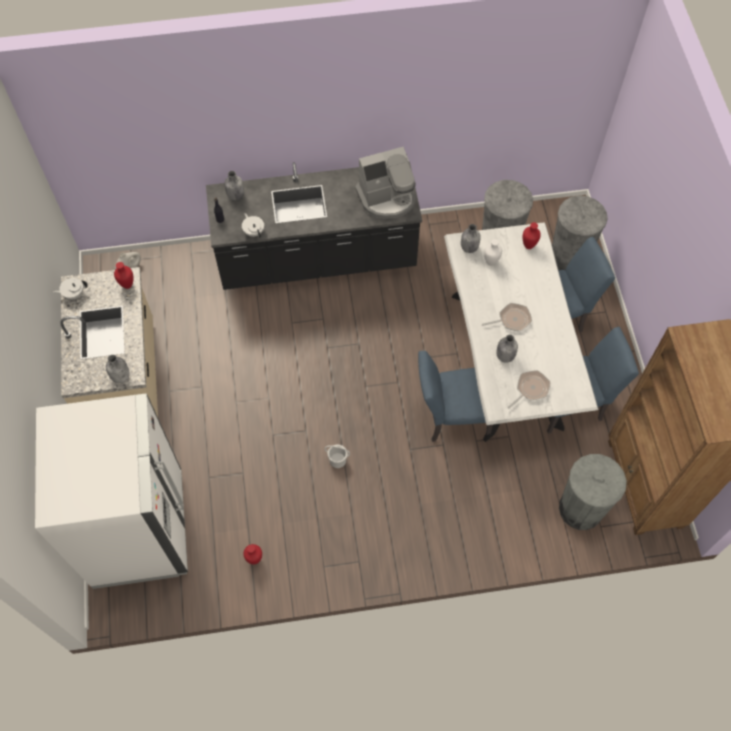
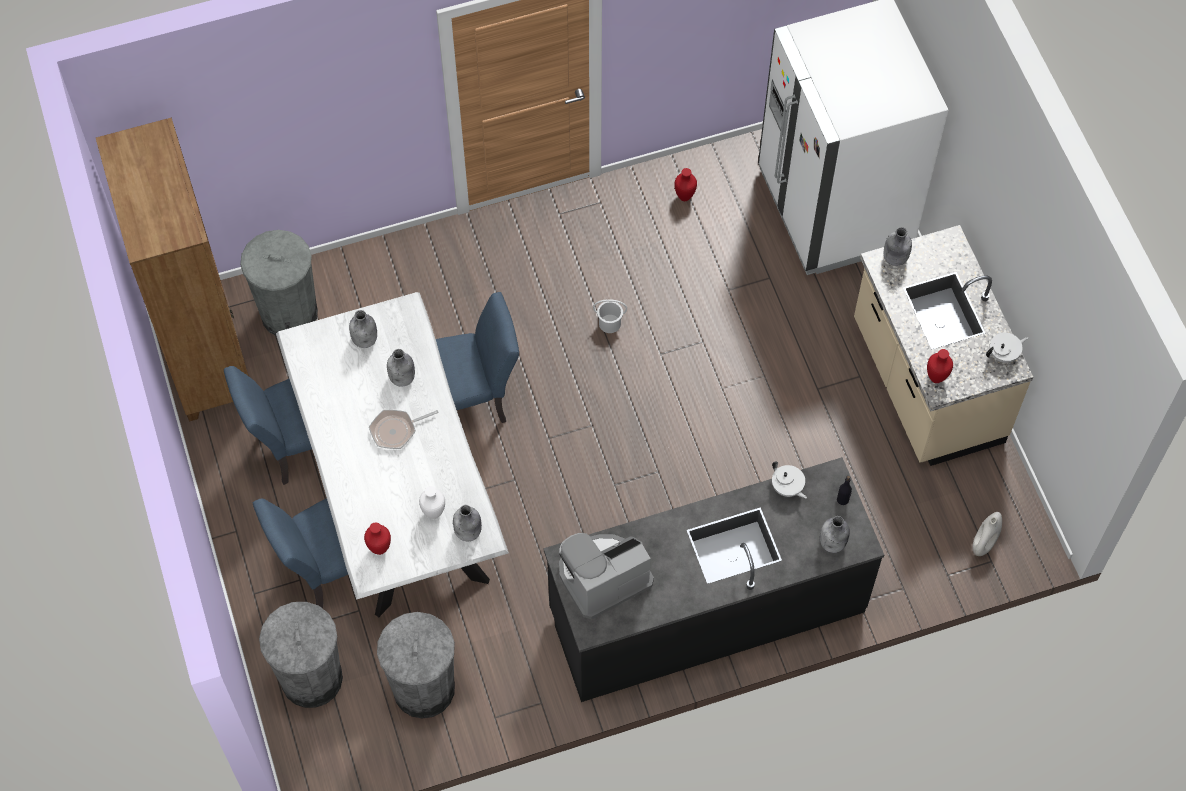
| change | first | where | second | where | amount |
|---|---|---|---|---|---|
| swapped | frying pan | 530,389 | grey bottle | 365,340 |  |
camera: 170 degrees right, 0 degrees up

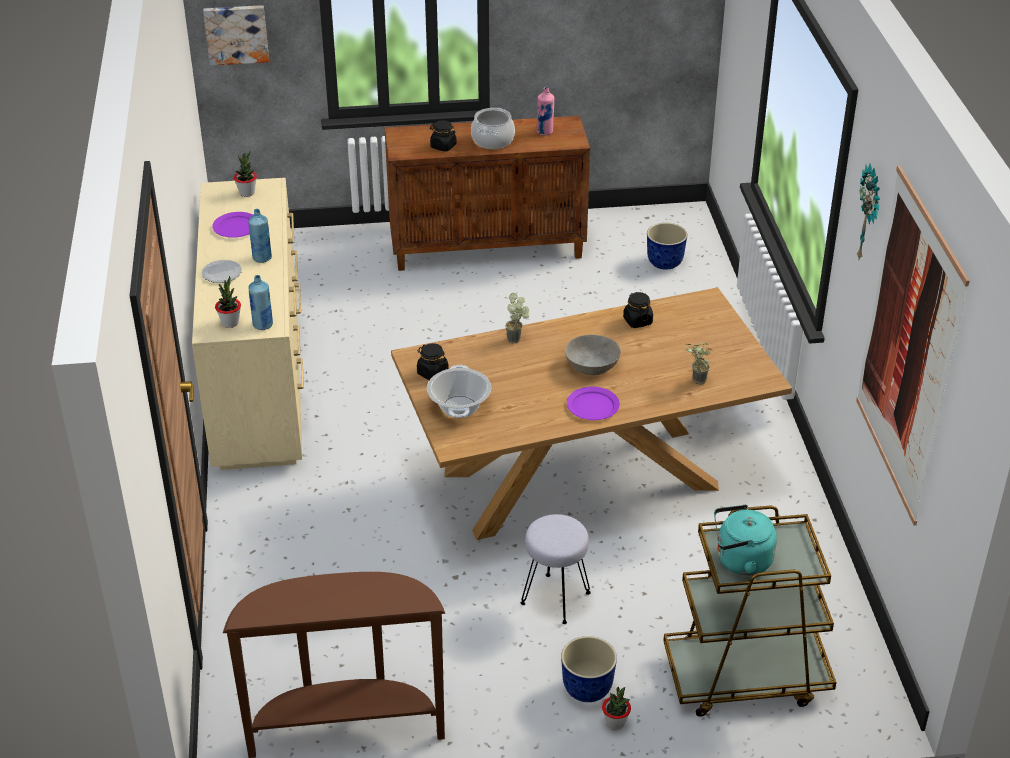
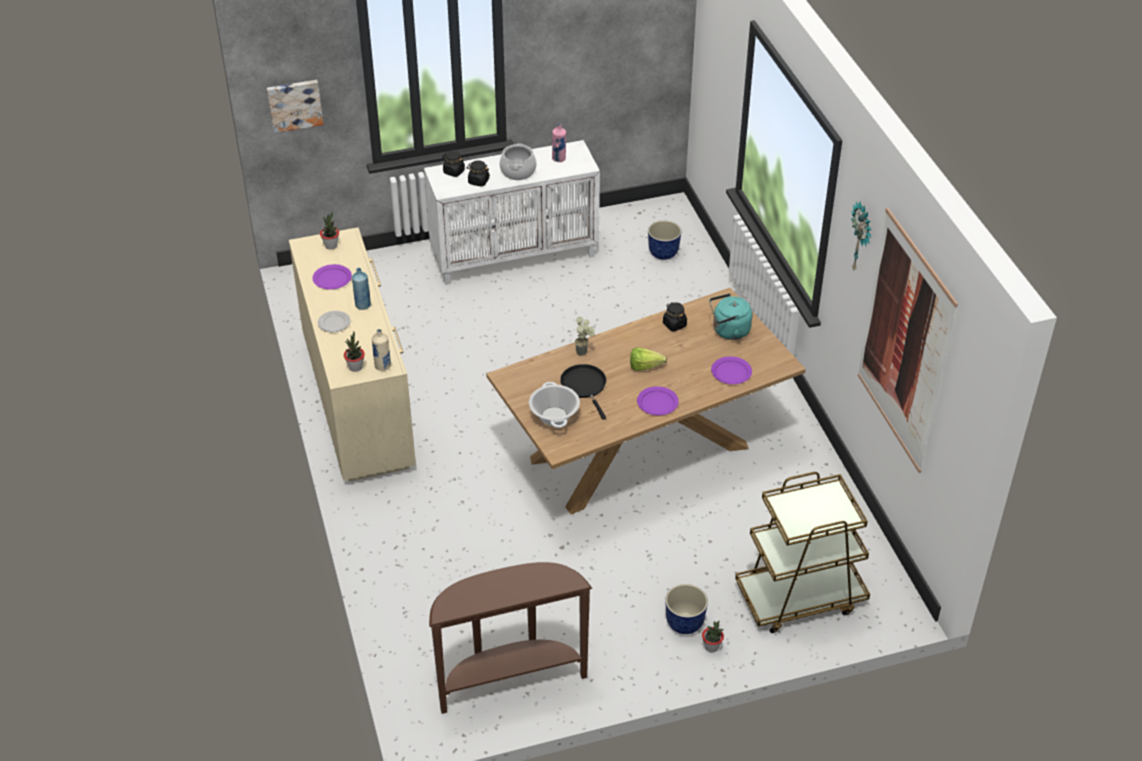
| change | first | where | second | where | amount |
|---|---|---|---|---|---|
| repainted | blue bottle | 263,325 | beige bottle | 382,366 |  |
| repainted | brown cabinet | 488,248 | white cabinet | 515,255 |  |
| shifted | black jar | 432,373 |  | 453,171 |  |
| new |  |  | black frying pan | 584,386 |  |
| swapped | grey bowl | 592,365 | lettuce | 648,367 |  |
| shifted | turquoise kettle | 740,561 |  | 729,331 |  |
| swapped | potted plant | 695,381 | purple plate | 731,372 |  |
| gone | grey stool | 555,599 |  |  |  |
camera: 10 degrees left, 5 degrees up

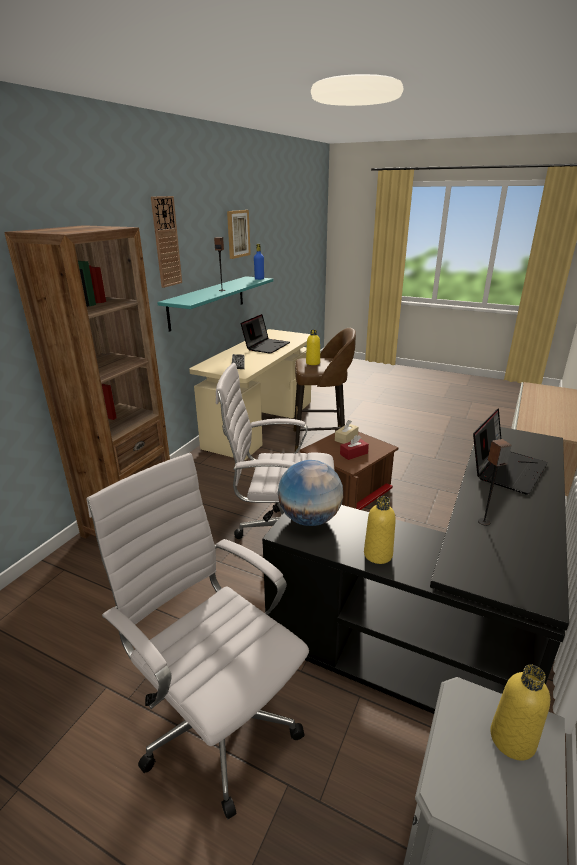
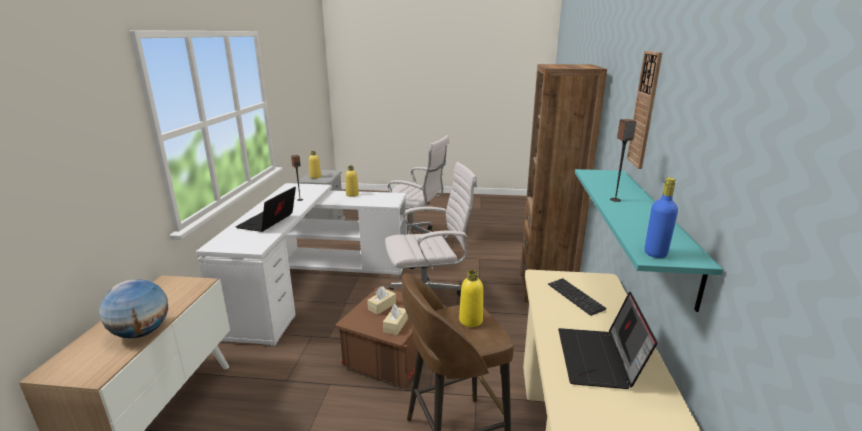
| change | first | where | second | where | amount |
|---|---|---|---|---|---|
| shifted | globe | 310,519 |  | 141,332 |  |
| repainted | black desk | 445,617 | white desk | 312,282 |  |
| repainted | red tissue box | 353,454 | beige tissue box | 382,306 |  |
| gone | picture | 237,234 |  |  |  |
camera: 160 degrees right, 5 degrees down

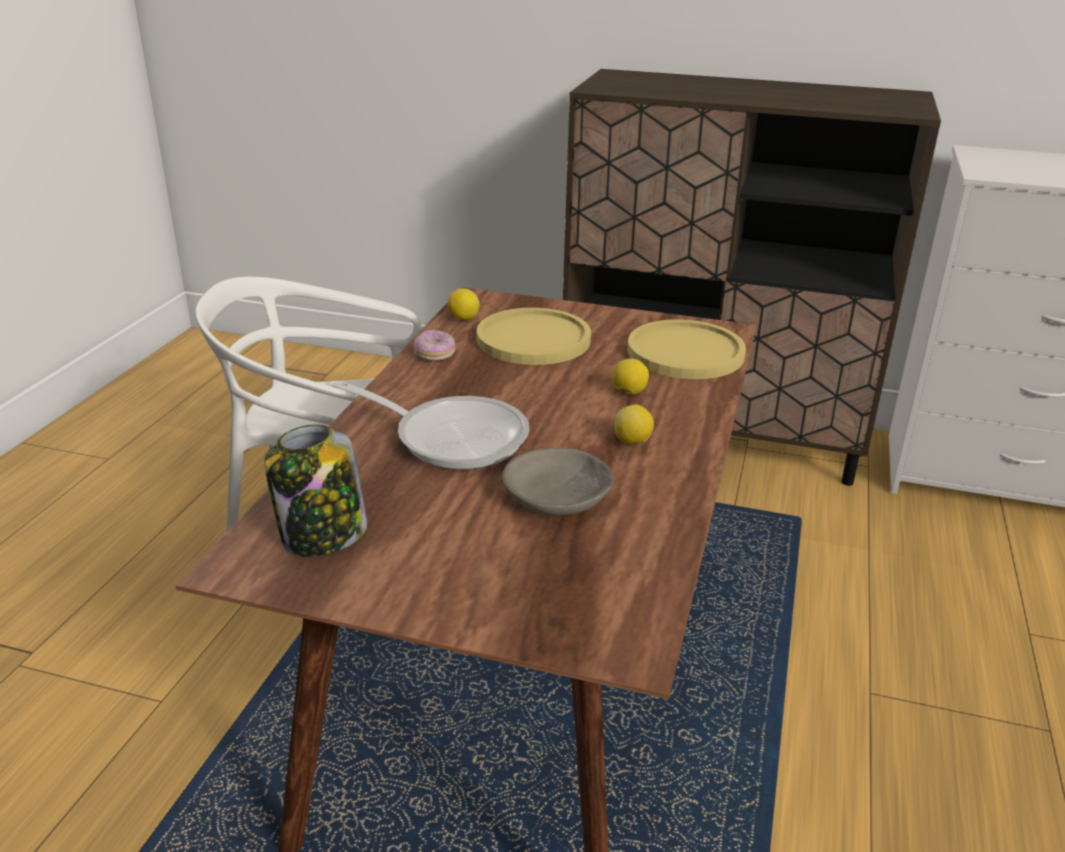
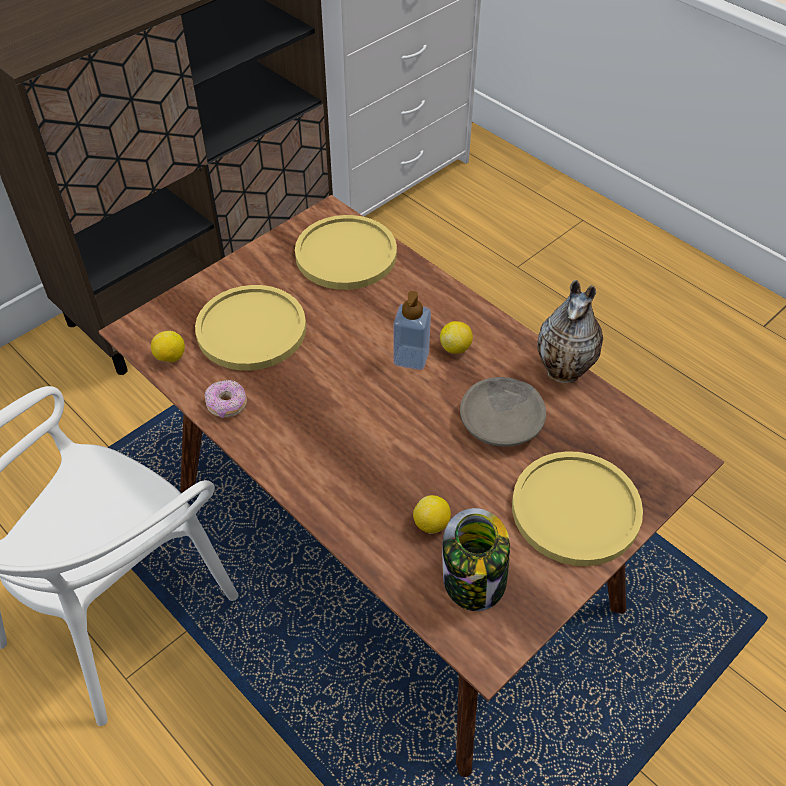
| change | first | where | second | where | amount |
|---|---|---|---|---|---|
| new |  |  | soap dispenser | 411,358 |  |
| shifted | lemon | 629,392 |  | 431,524 |  |
| new |  |  | yellow plate | 575,509 |  |
| new |  |  | vase | 565,372 |  |
| gone | frying pan | 452,437 |  |  |  |
camera: 60 degrees left, 20 degrees up

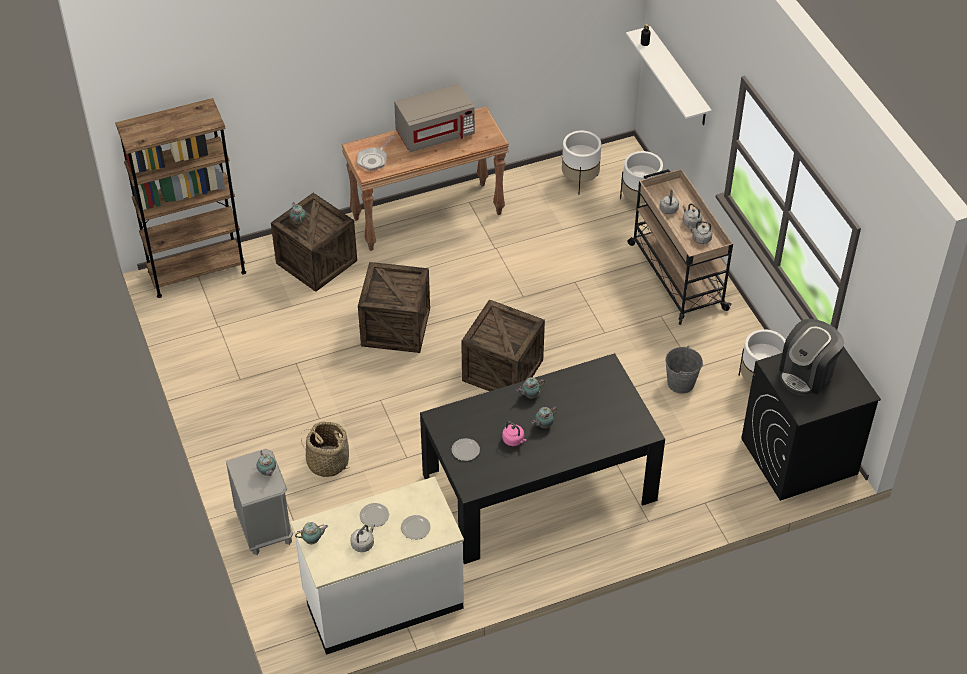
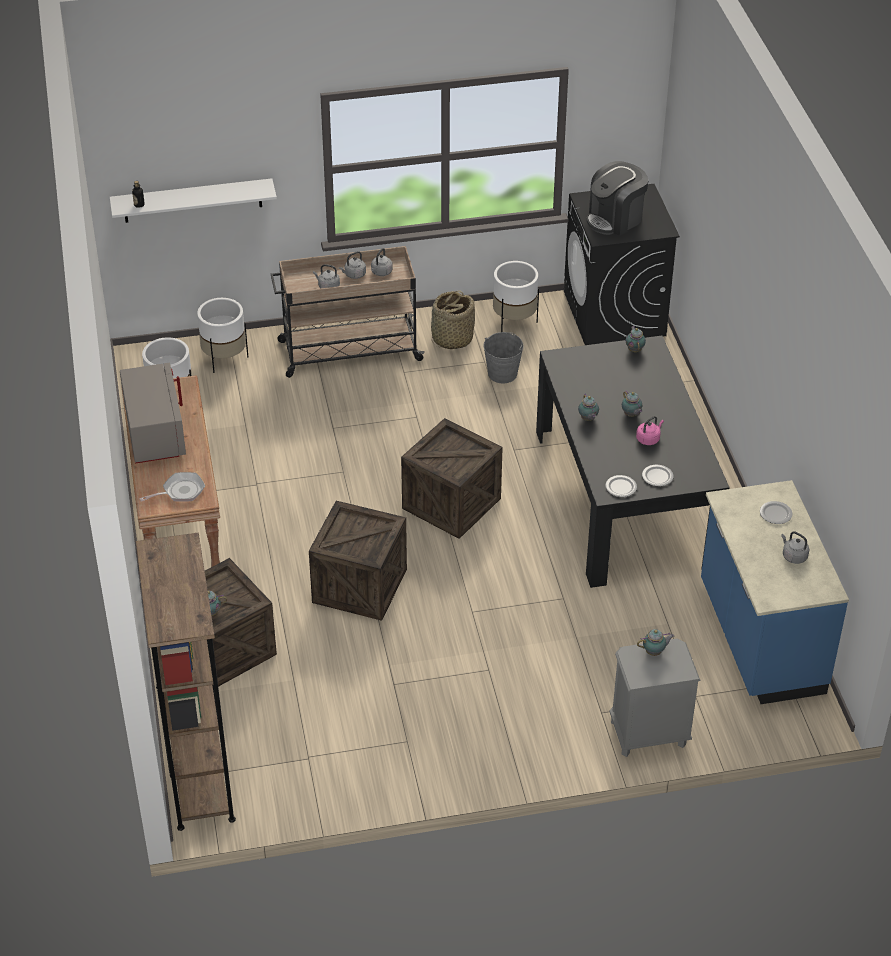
| change | first | where | second | where | amount |
|---|---|---|---|---|---|
| rotated | frying pan | 374,159 |  | 180,491 | 75 degrees counterclockwise |
| shifted | basket | 327,462 |  | 452,338 |  |
| rotated | coffee machine | 807,373 |  | 615,219 | 90 degrees clockwise |
| shifted | plate | 374,515 |  | 620,487 |  |
| shifted | teapot | 313,540 |  | 634,349 |  |
| repainted | white counter | 382,600 | blue counter | 759,639 |  |
camera: 80 degrees left, 5 degrees down

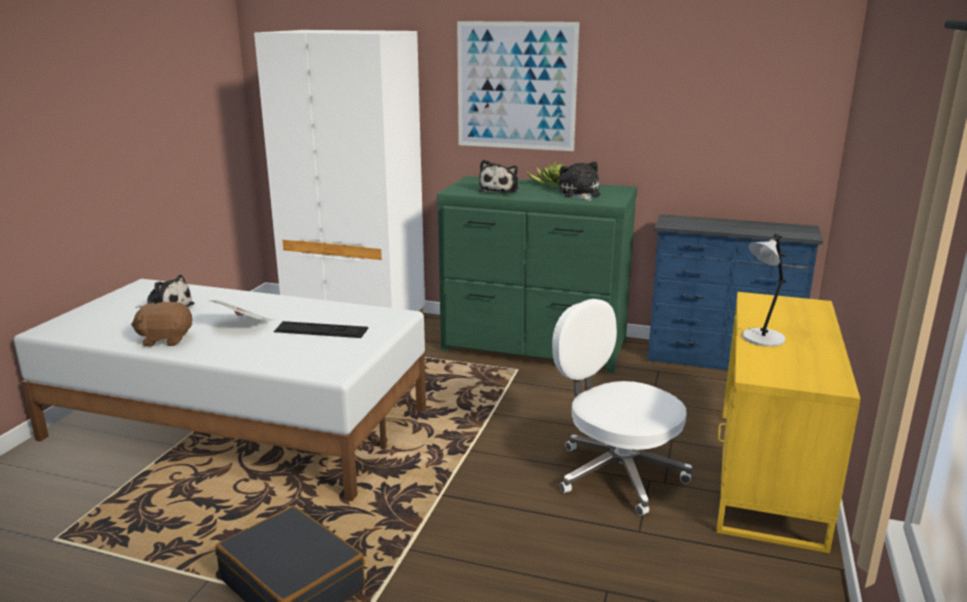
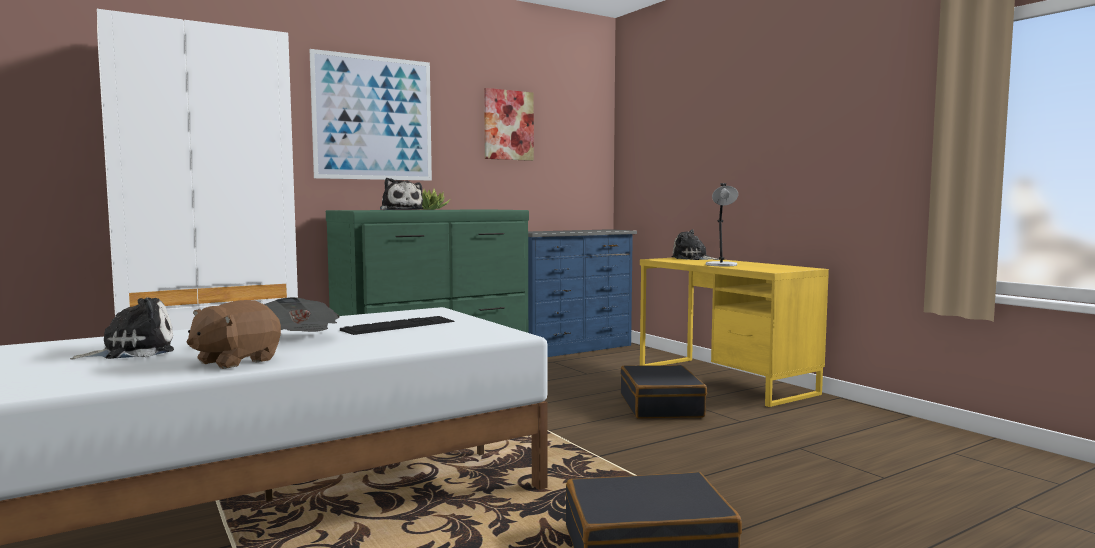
| change | first | where | second | where | amount |
|---|---|---|---|---|---|
| new |  |  | picture | 508,125 |  |
| swapped | white office chair | 616,473 | black suitcase | 661,406 |  |
| shifted | plush toy | 579,194 |  | 692,259 |  |
camera: 50 degrees left, 15 degrees down

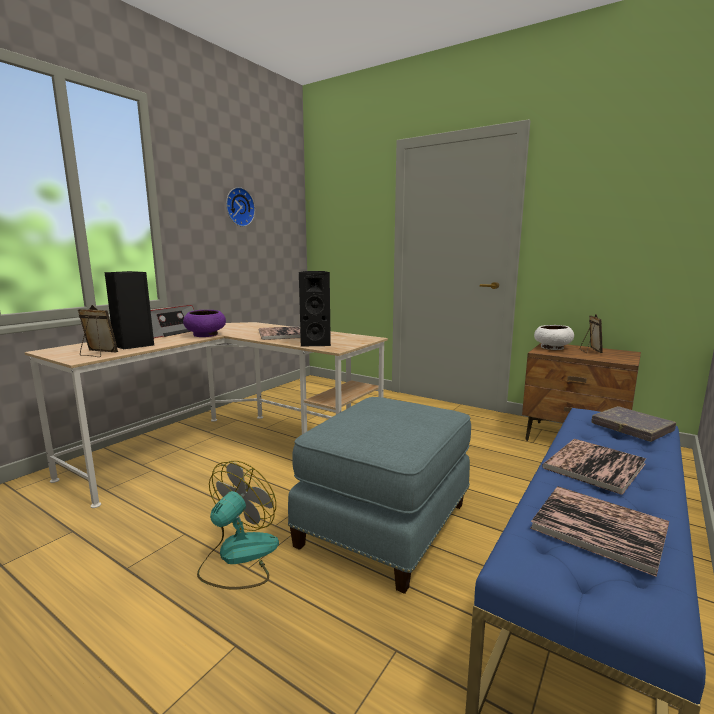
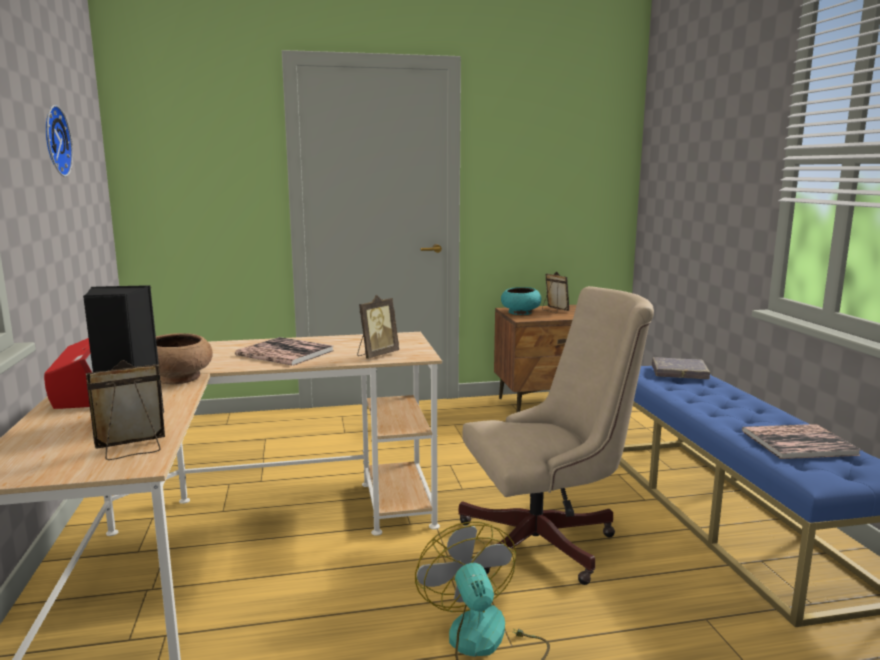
| change | first | where | second | where | amount |
|---|---|---|---|---|---|
| repainted | purple bowl | 206,335 | brown bowl | 179,378 |  |
| swapped | black speaker | 316,343 | picture frame | 376,355 |  |
| swapped | blue ottoman | 386,525 | beige office chair | 547,542 |  |
| repainted | white bowl | 552,348 | turquoise bowl | 520,313 |  |
| gone | book | 594,466 |  |  |  |
camera: 45 degrees left, 0 degrees up

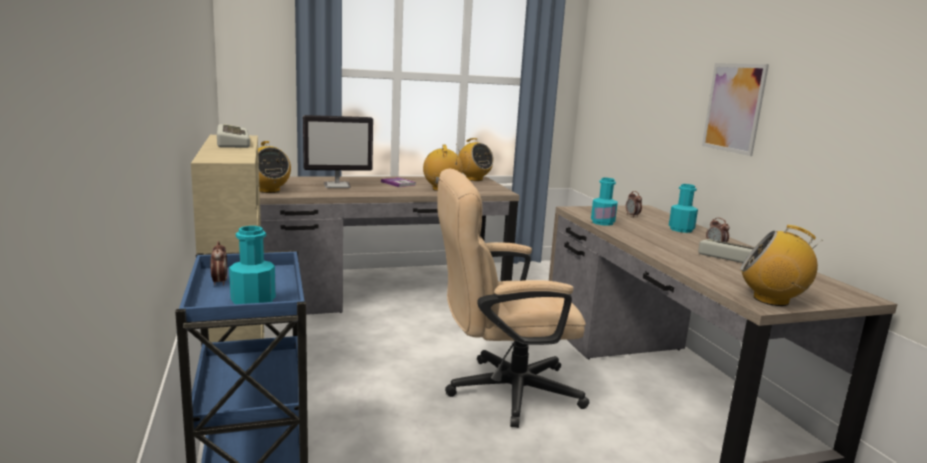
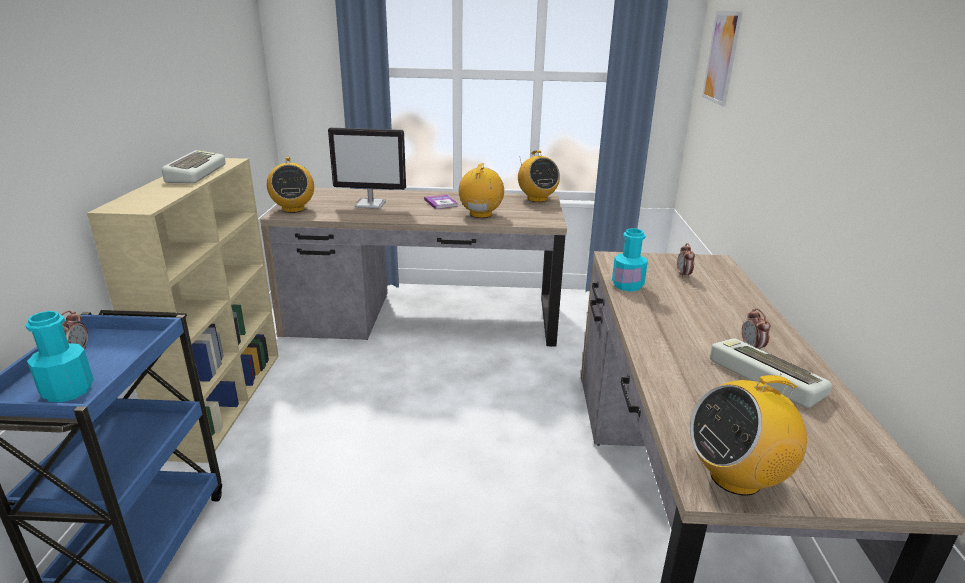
| change | first | where | second | where | amount |
|---|---|---|---|---|---|
| rotated | radio | 771,300 |  | 736,477 | 60 degrees counterclockwise |
| shifted | picture | 734,108 |  | 721,57 |  |
| gone | beige office chair | 501,391 |  |  |  |
| gone | turquoise bottle | 681,229 |  |  |  |
camera: 20 degrees right, 10 degrees up

